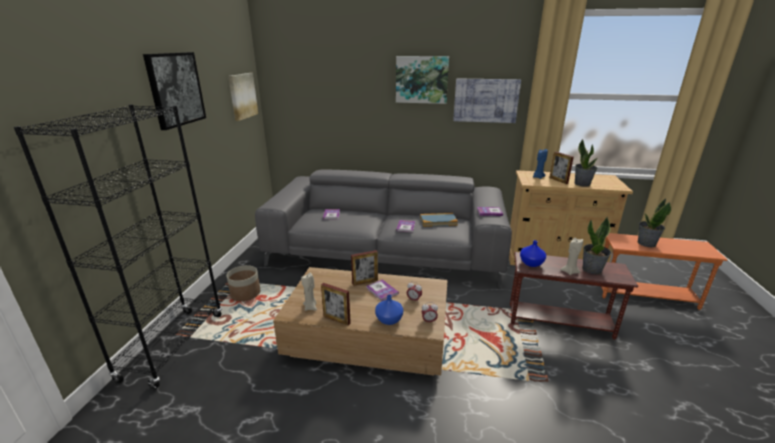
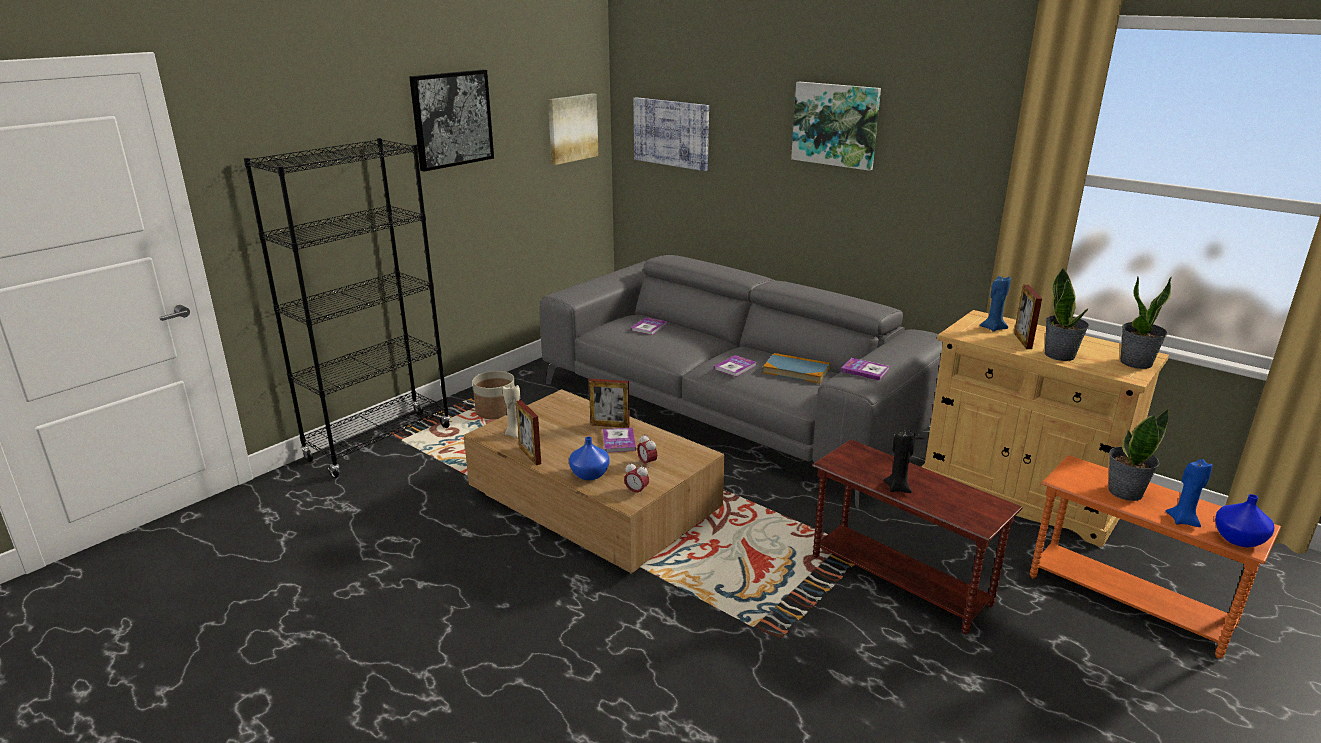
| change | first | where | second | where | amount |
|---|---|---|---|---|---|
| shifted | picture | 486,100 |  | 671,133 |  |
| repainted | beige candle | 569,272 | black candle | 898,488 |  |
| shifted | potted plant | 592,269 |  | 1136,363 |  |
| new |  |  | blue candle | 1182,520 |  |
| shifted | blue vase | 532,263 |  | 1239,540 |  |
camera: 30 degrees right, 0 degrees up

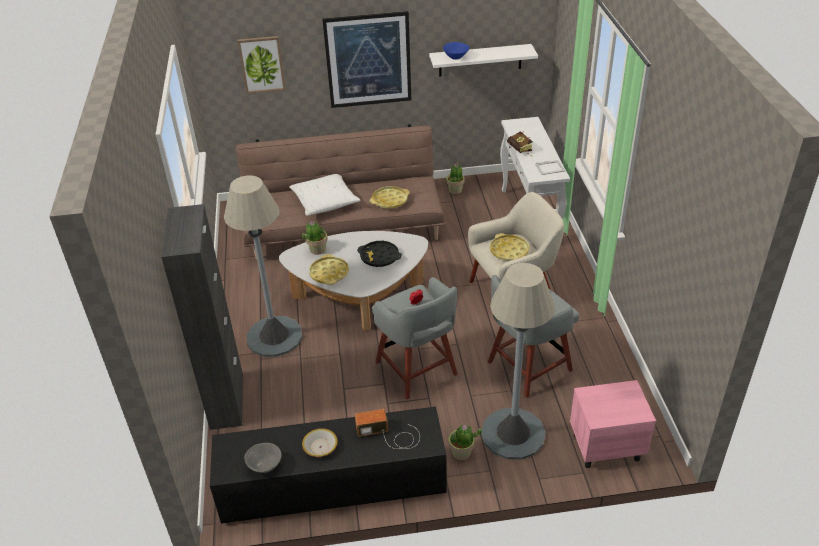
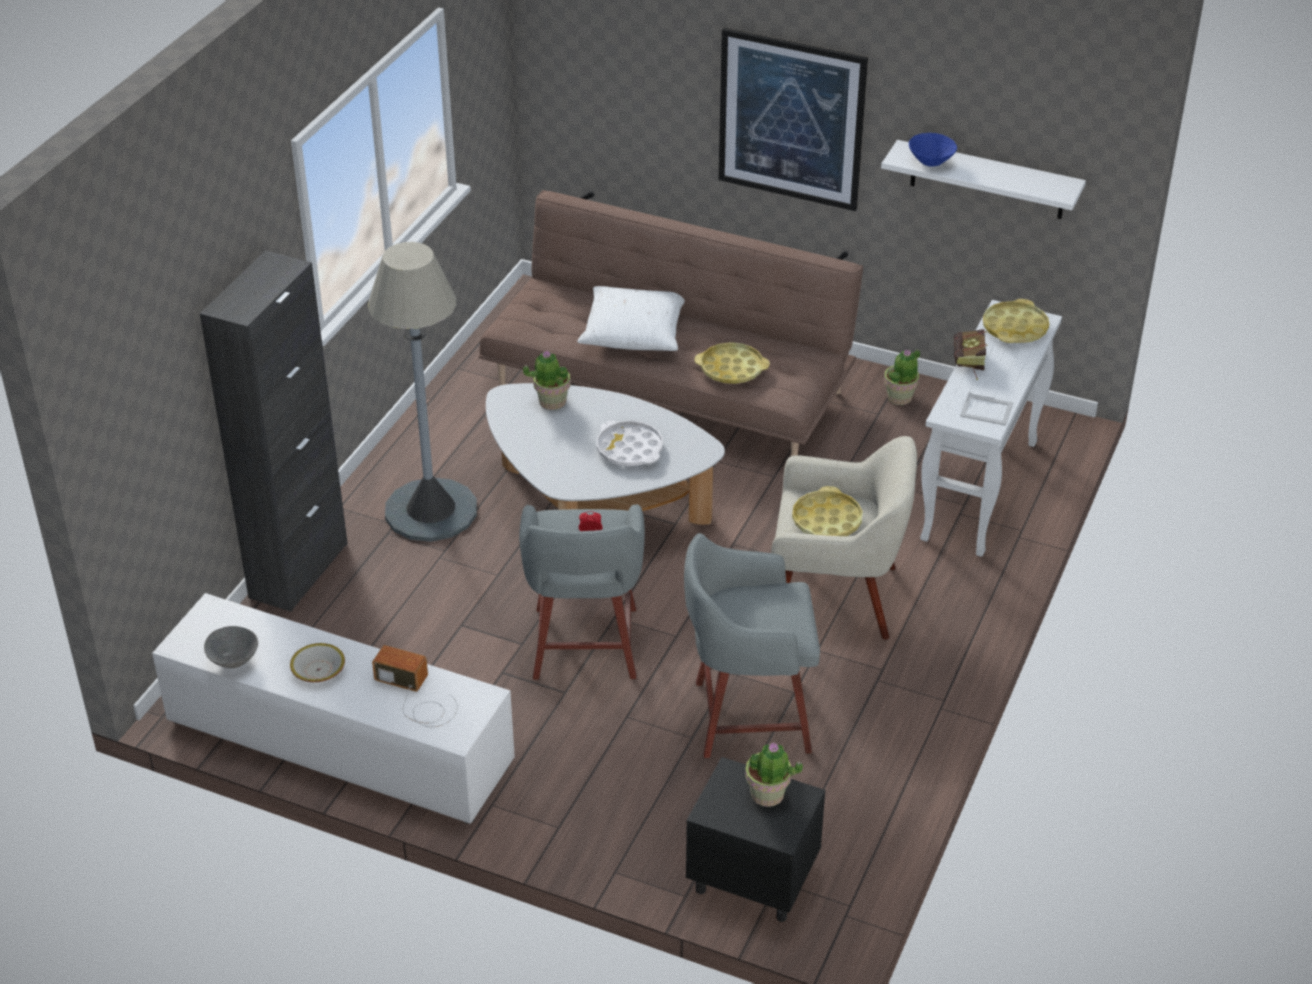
| change | first | where | second | where | amount |
|---|---|---|---|---|---|
| repainted | black tv stand | 331,486 | white tv stand | 337,743 |  |
| repainted | black tray | 379,257 | white tray | 629,449 |  |
| repainted | pink nightstand | 605,447 | black nightstand | 751,879 |  |
| shifted | potted plant | 461,453 |  | 767,794 |  |
| shifted | yellow tray | 329,273 |  | 1015,328 |  |
| gone | picture | 262,64 |  |  |  |
| gone | grey floor lamp | 513,434 |  |  |  |
camera: 30 degrees right, 0 degrees up

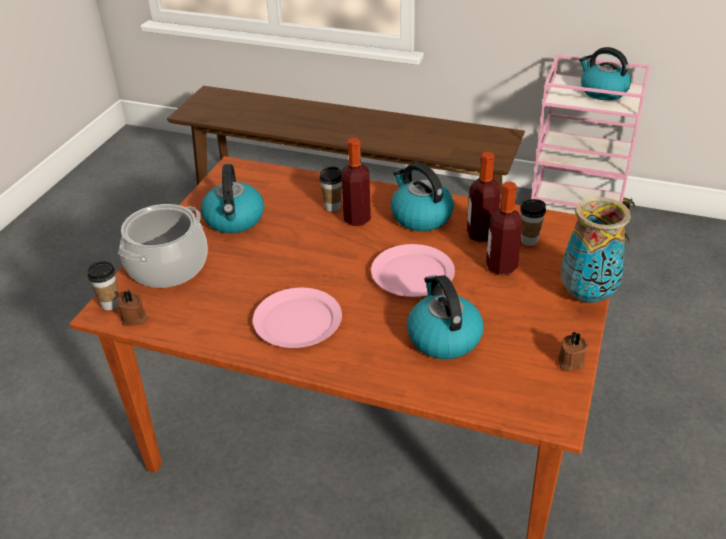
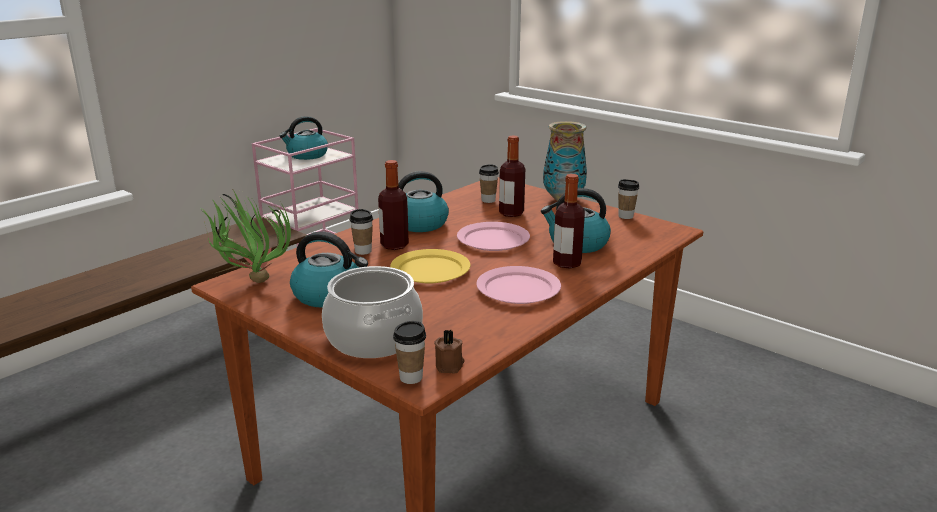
| change | first | where | second | where | amount |
|---|---|---|---|---|---|
| new |  |  | potted plant | 249,282 |  |
| new |  |  | yellow plate | 430,270 |  |
| shifted | bottle | 481,235 |  | 567,263 |  |
| swapped | brown candle | 569,362 | cup | 625,216 |  |
camera: 70 degrees left, 15 degrees down

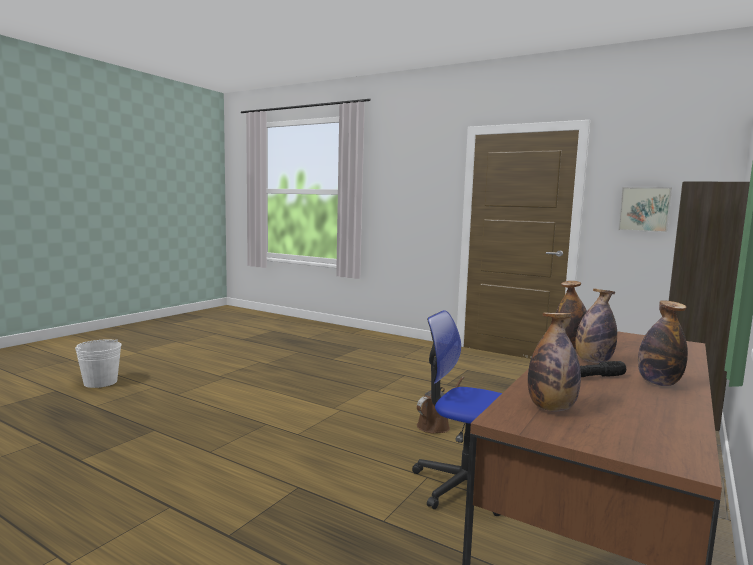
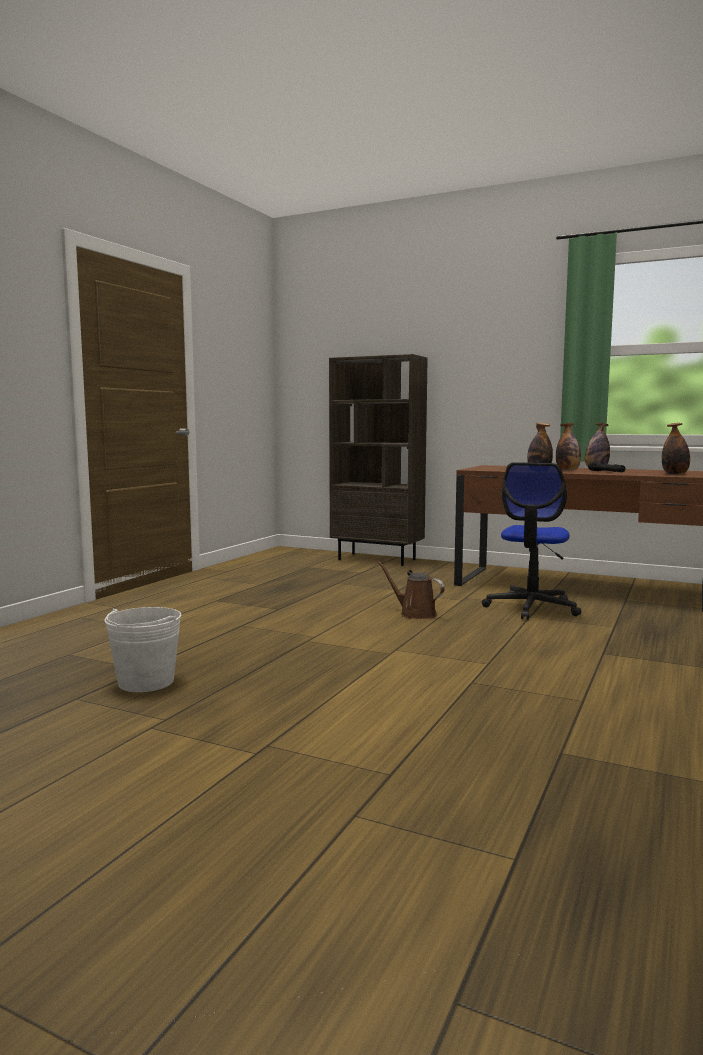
| change | first | where | second | where | amount |
|---|---|---|---|---|---|
| shifted | white bucket | 100,382 |  | 146,682 |  |
| gone | picture | 644,209 |  |  |  |
camera: 95 degrees left, 0 degrees up

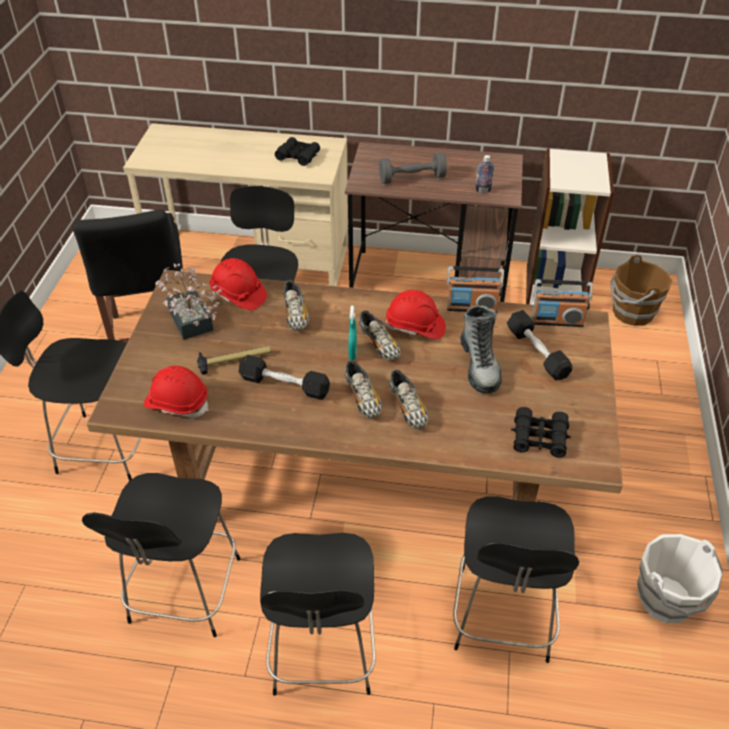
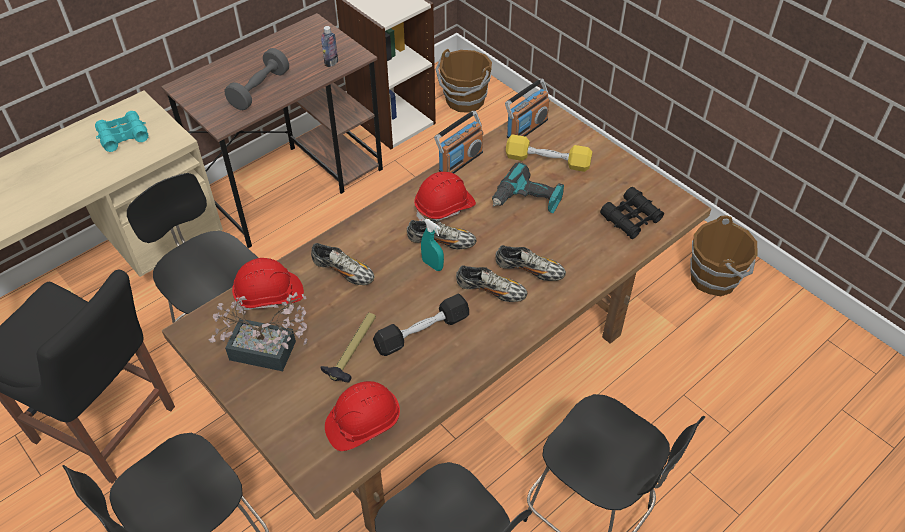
| change | first | where | second | where | amount |
|---|---|---|---|---|---|
| repainted | black binoculars | 298,156 | turquoise binoculars | 123,136 |  |
| swapped | boot | 479,365 | power drill | 527,200 |  |
| repainted | black dumbbell | 537,352 | yellow dumbbell | 547,161 |  |
| repainted | white bucket | 667,600 | brown bucket | 715,278 |  |
| gone | black chair | 502,618 |  |  |  |
camera: 50 degrees left, 5 degrees up

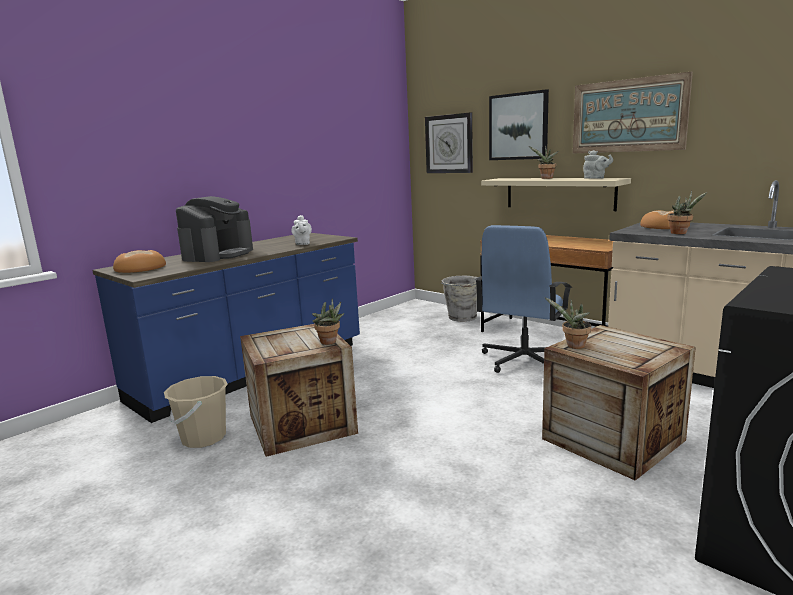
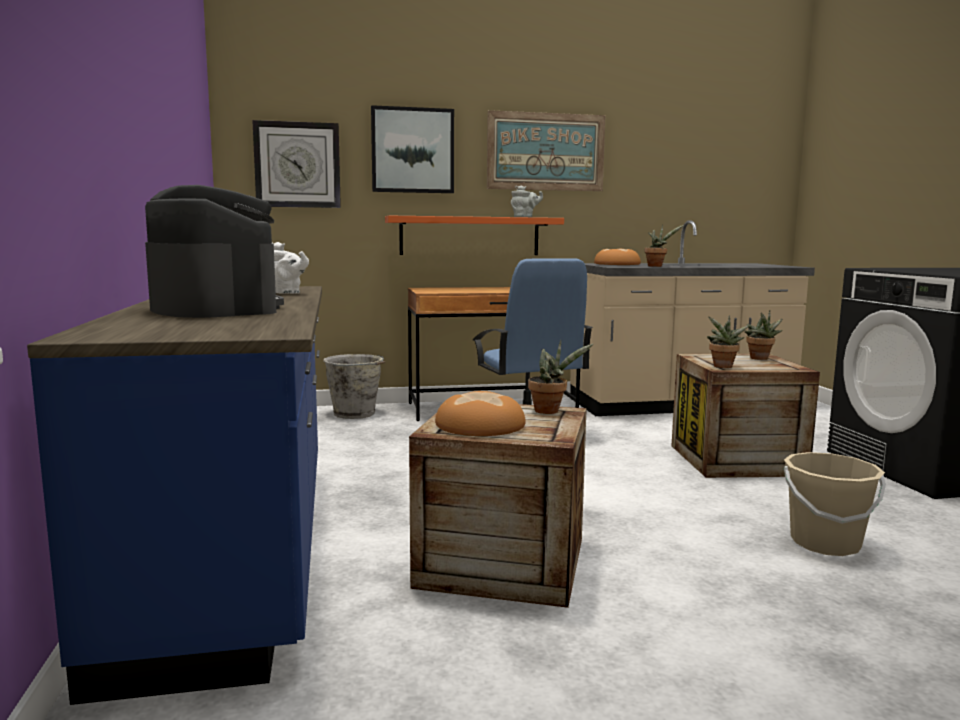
| change | first | where | second | where | amount |
|---|---|---|---|---|---|
| repainted | beige shelf | 559,193 | orange shelf | 469,236 |  |
| shifted | bread | 140,268 |  | 481,425 |  |
| shifted | potted plant | 545,178 |  | 760,359 |  |
| shifted | beige bucket | 203,438 |  | 825,543 |  |
camera: 55 degrees left, 5 degrees down

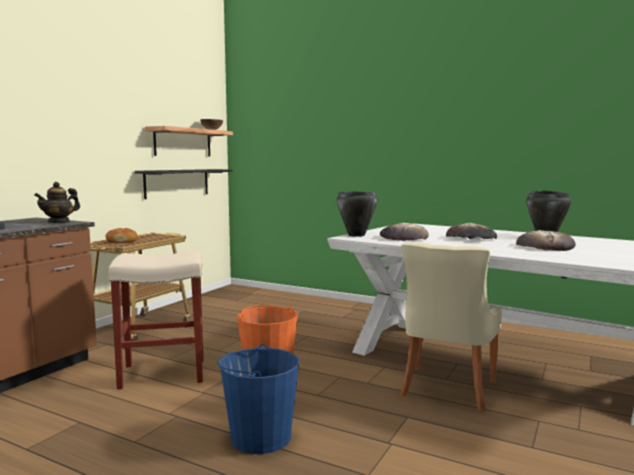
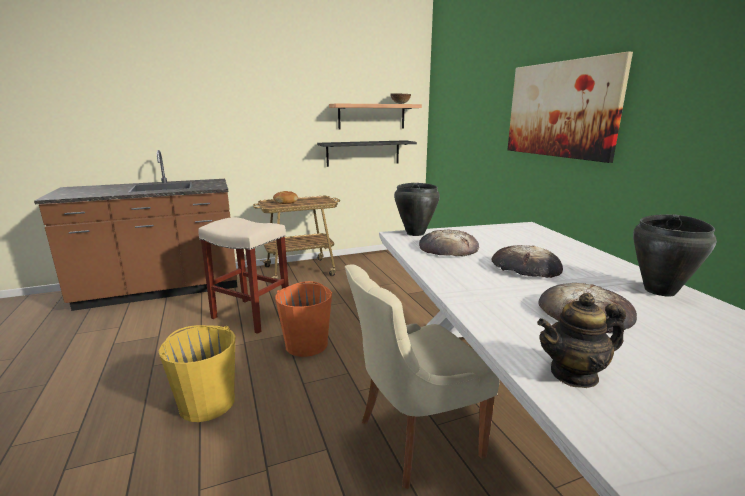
| change | first | where | second | where | amount |
|---|---|---|---|---|---|
| repainted | blue bucket | 260,437 | yellow bucket | 207,403 |  |
| new |  |  | picture | 561,109 |  |
| shifted | teapot | 59,222 |  | 574,374 |  |
camera: 40 degrees right, 10 degrees up

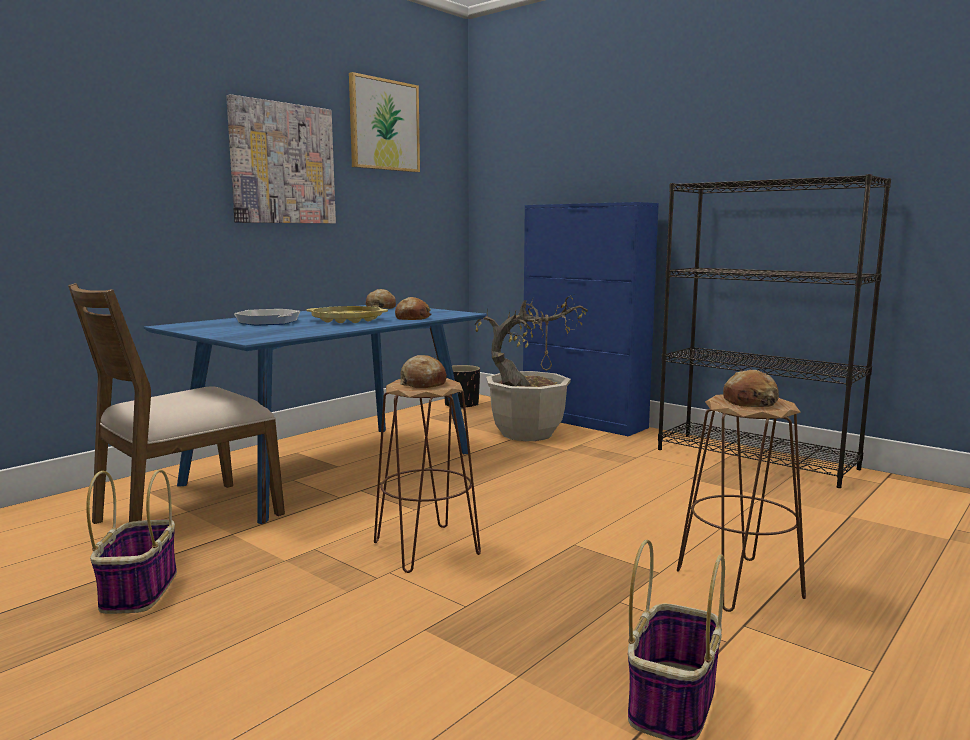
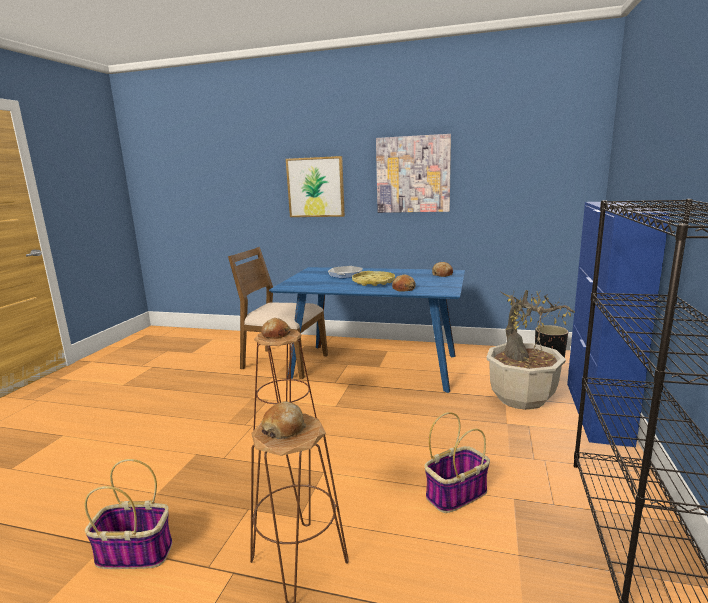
| change | first | where | second | where | amount |
|---|---|---|---|---|---|
| shifted | picture | 384,125 |  | 315,187 |  |
| shifted | basket | 139,590 |  | 456,493 |  |
camera: 65 degrees right, 5 degrees up

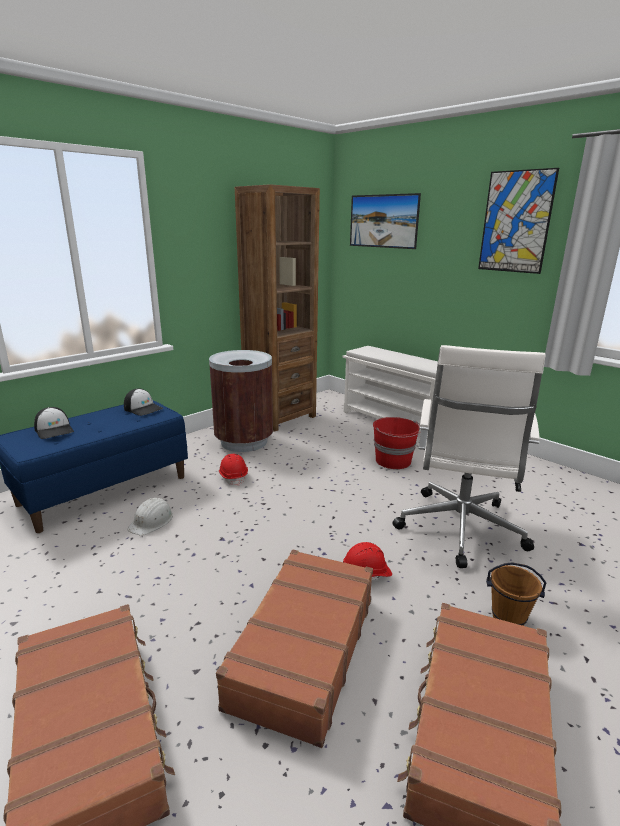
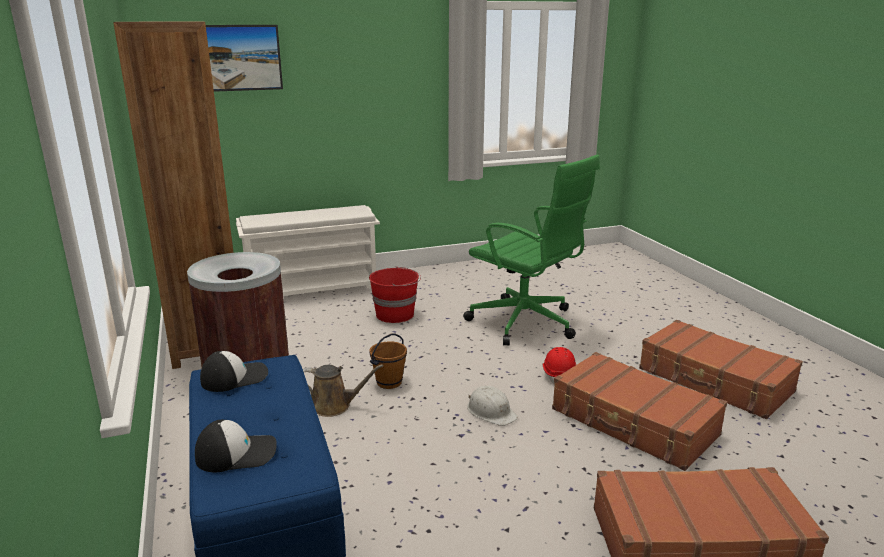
| change | first | where | second | where | amount |
|---|---|---|---|---|---|
| swapped | red hard hat | 233,476 | brown watering can | 334,406 |  |
| shifted | brown bucket | 508,617 |  | 389,382 |  |
| repainted | white office chair | 459,530 | green office chair | 526,323 |  |
| shifted | white hard hat | 152,521 |  | 491,411 |  |
| gone | picture | 516,222 |  |  |  |
camera: 65 degrees left, 0 degrees up

